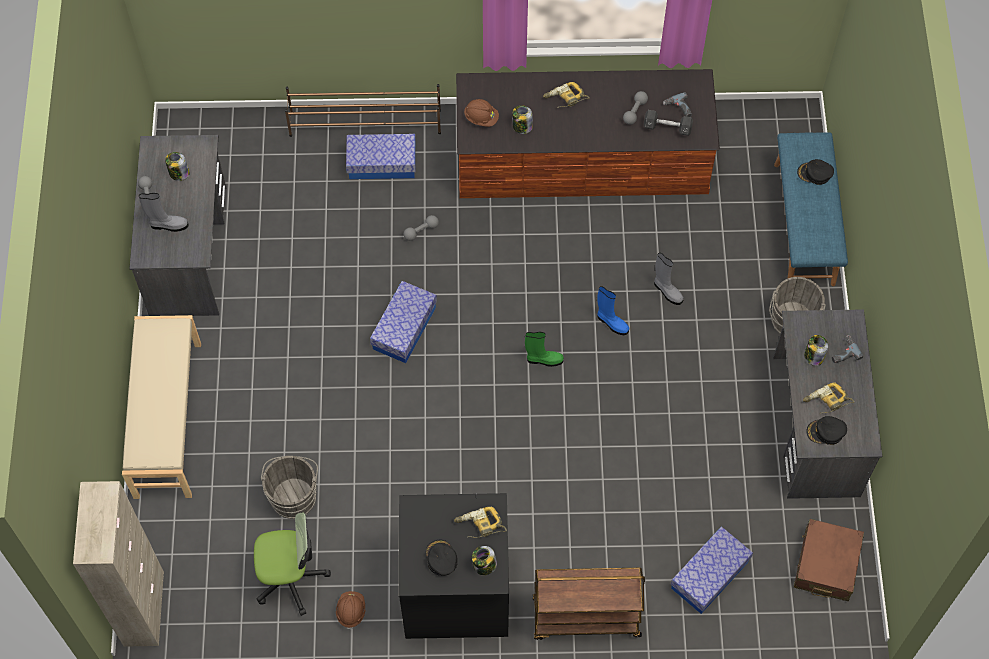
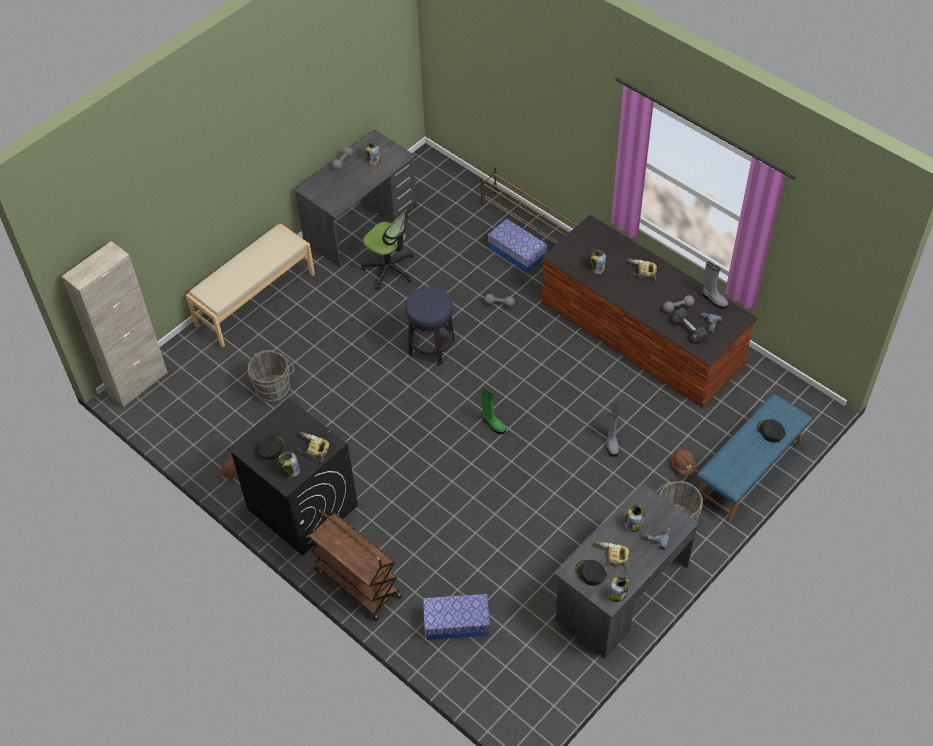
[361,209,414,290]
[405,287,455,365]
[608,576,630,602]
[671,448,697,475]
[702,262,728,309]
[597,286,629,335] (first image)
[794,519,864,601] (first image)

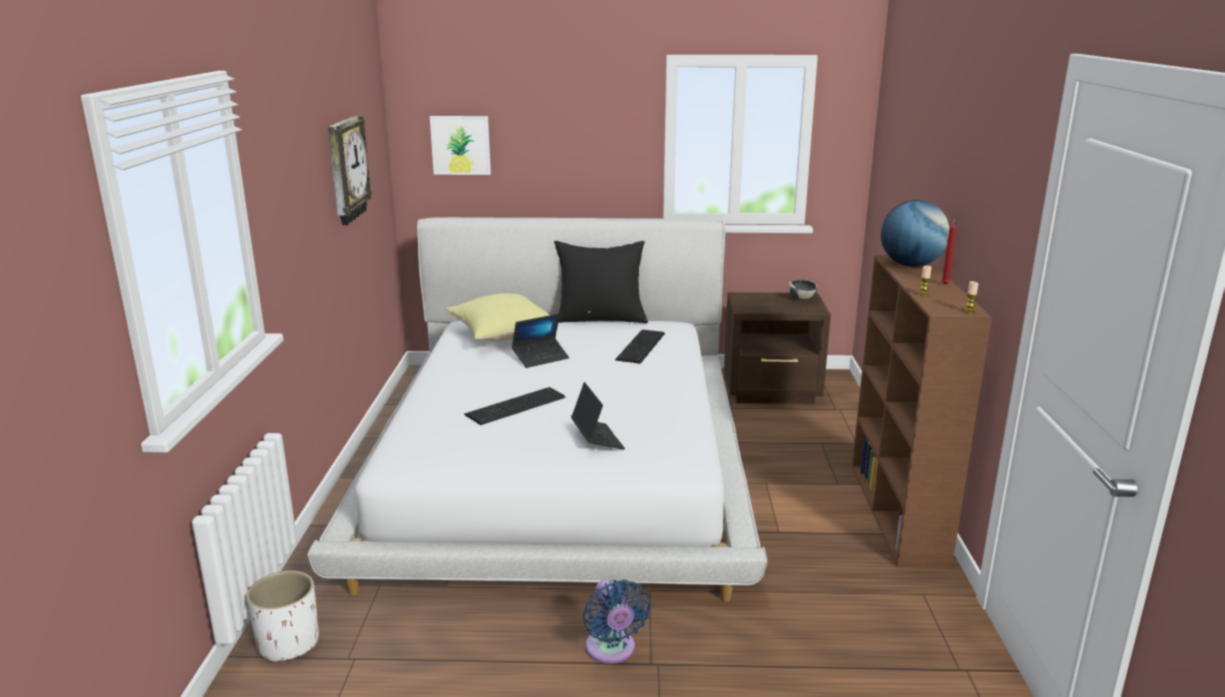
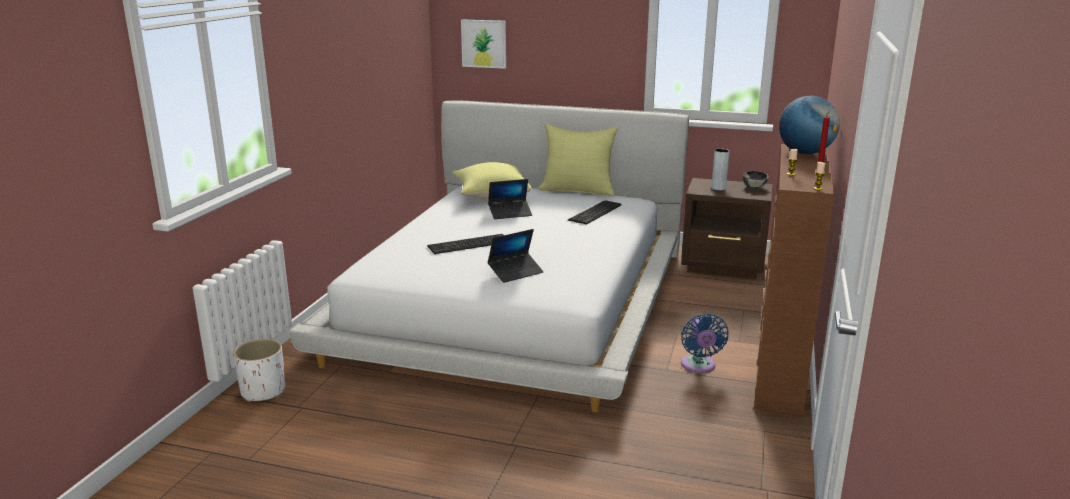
[487,229,544,283]
[538,123,618,197]
[681,313,729,373]
[712,149,730,190]
[328,116,372,225] (first image)

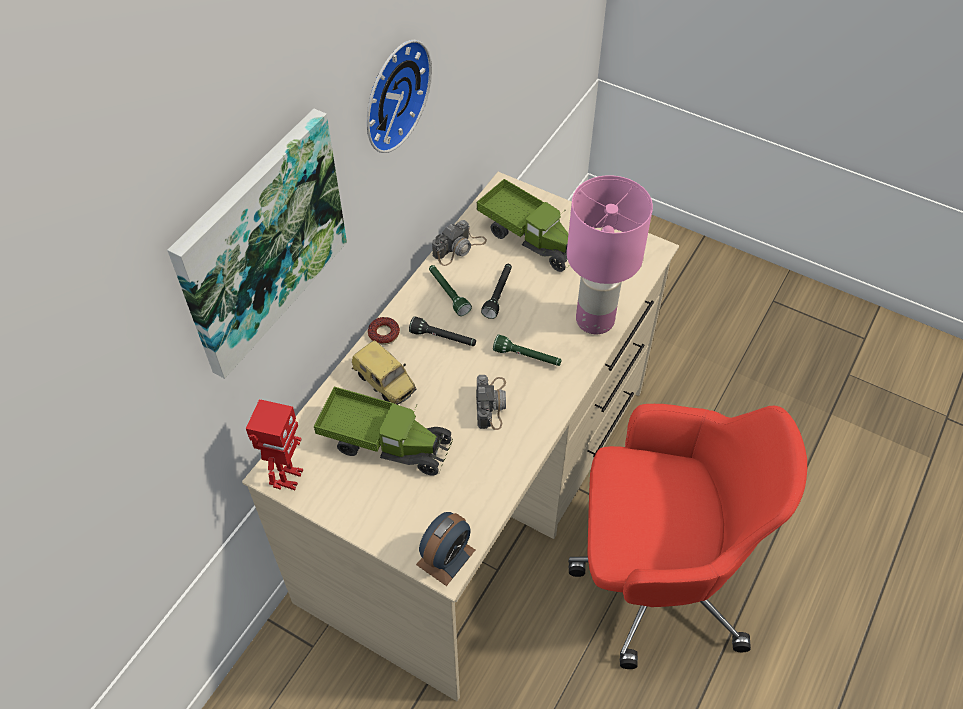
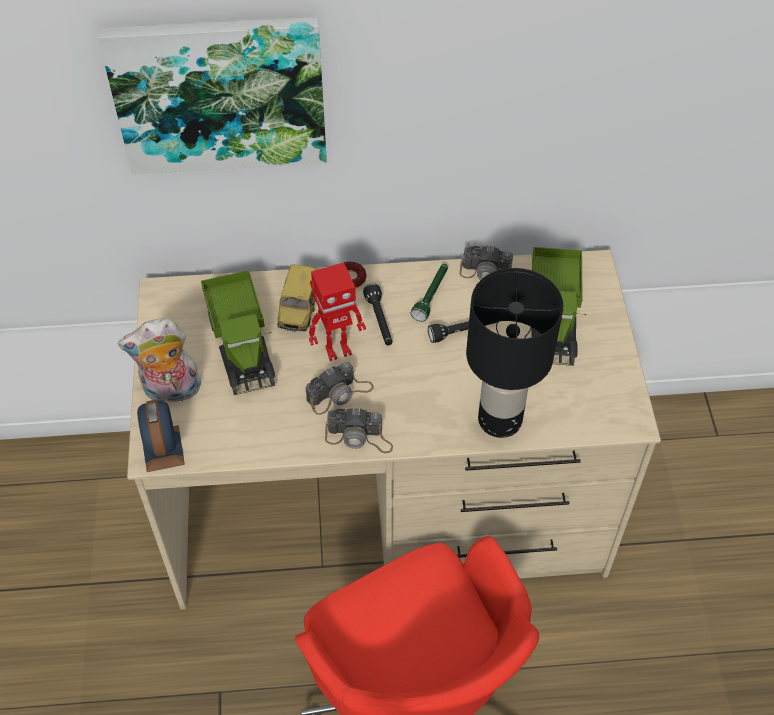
[118,318,201,402]
[137,400,185,472]
[309,262,366,361]
[325,407,393,453]
[466,268,563,438]
[367,40,432,153] (first image)
[493,335,562,366] (first image)

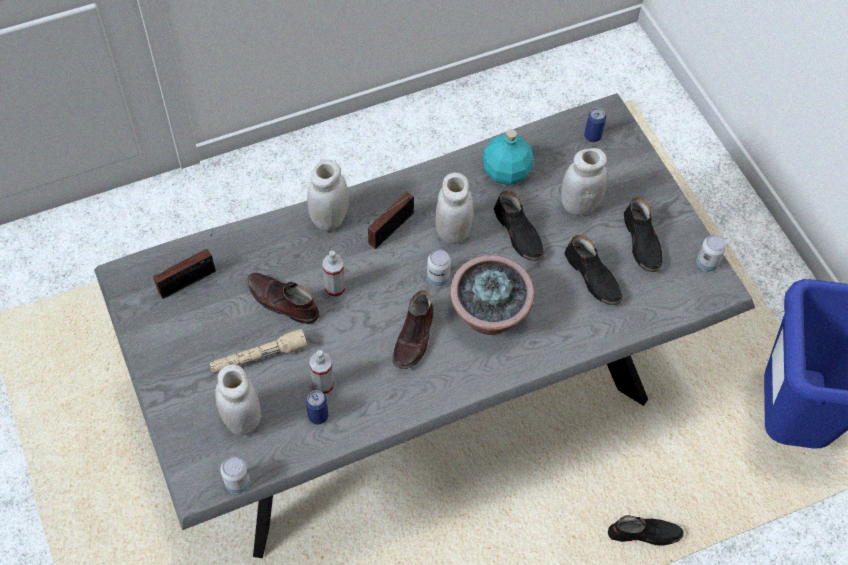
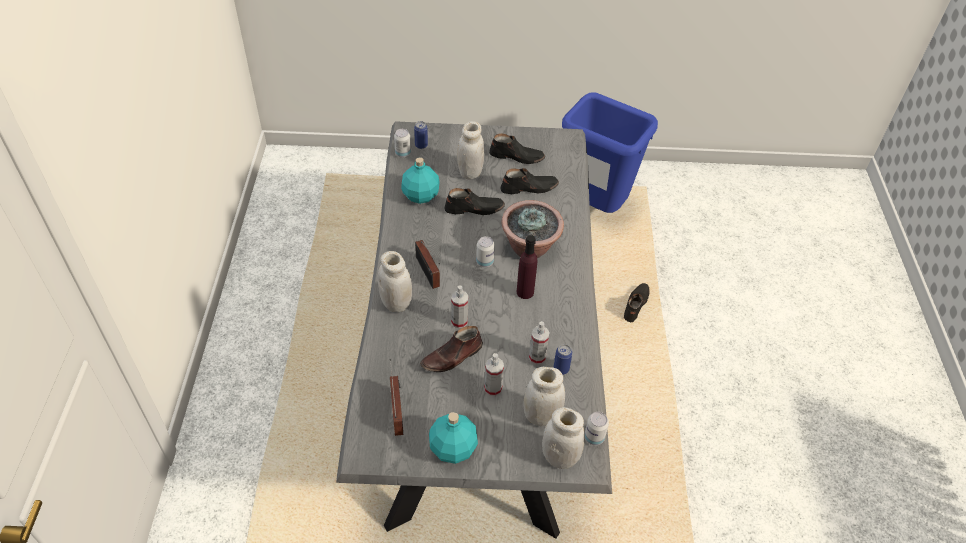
[394,129,411,158]
[429,412,478,464]
[484,353,504,396]
[517,235,537,299]
[542,407,585,469]

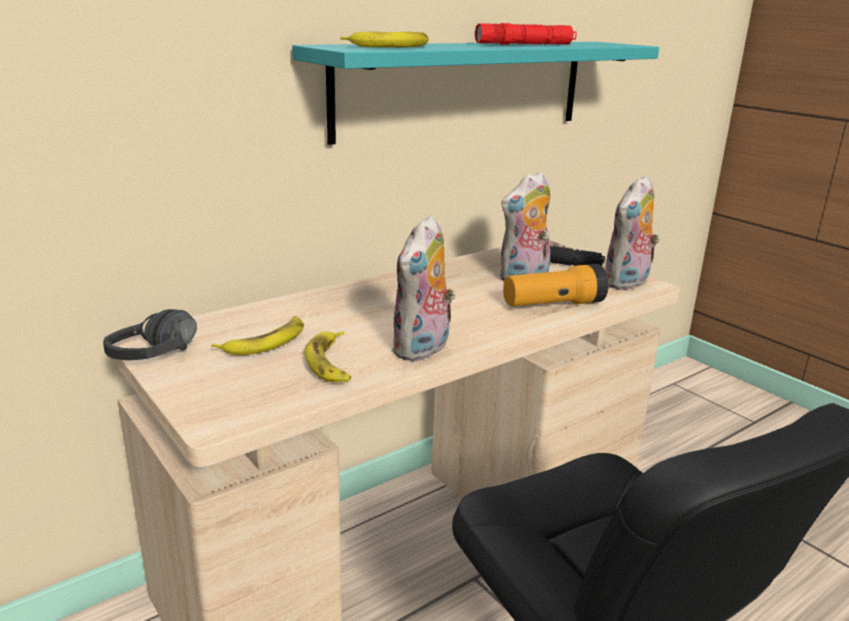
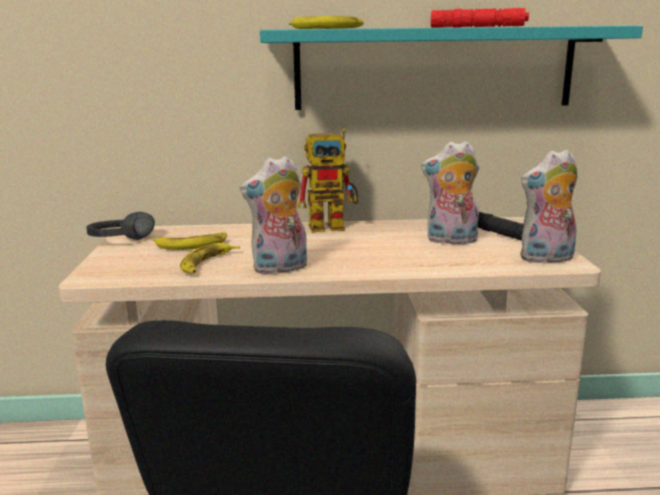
[297,128,359,232]
[503,264,609,306] (first image)

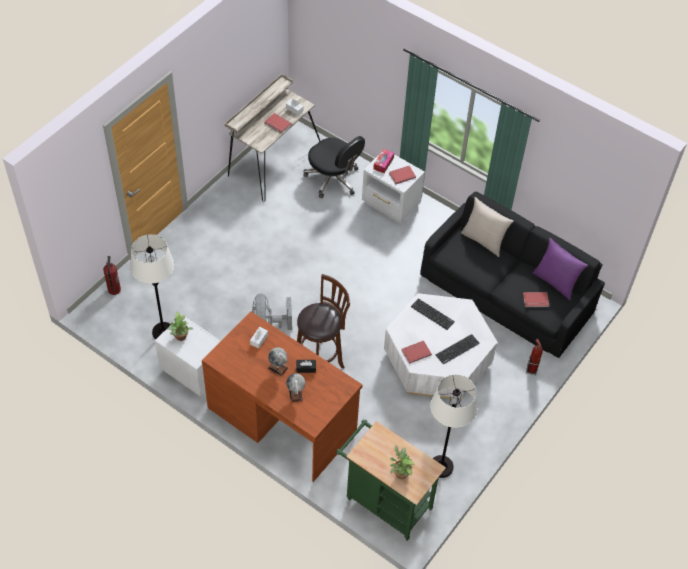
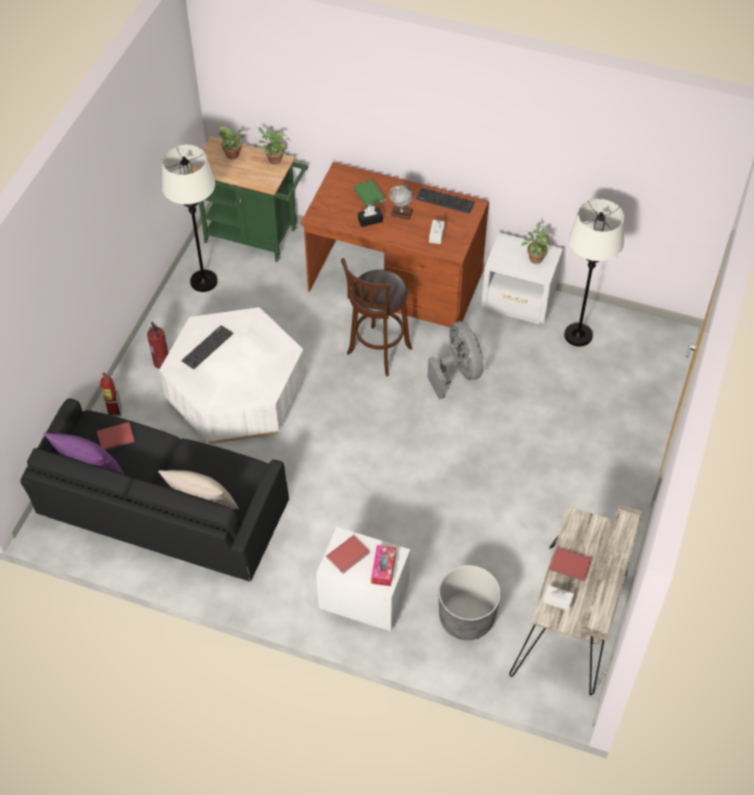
[147,322,168,369]
[258,127,286,165]
[353,179,386,208]
[416,188,475,213]
[439,565,501,640]
[401,341,432,364] (first image)

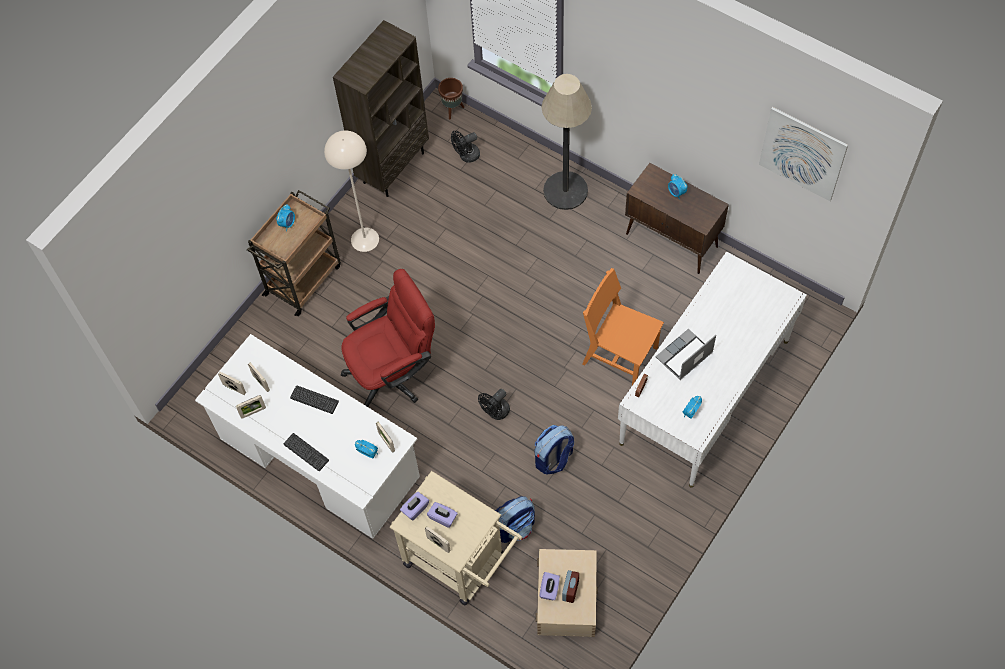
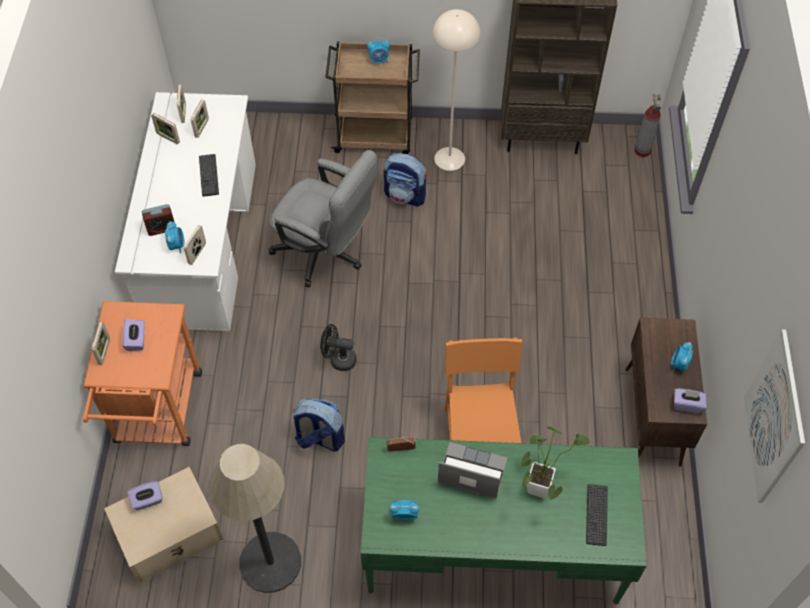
[83,301,202,446]
[142,204,176,236]
[209,444,301,593]
[269,150,378,287]
[361,437,647,605]
[384,153,427,207]
[520,426,590,500]
[586,484,608,546]
[634,94,661,157]
[674,389,707,414]
[451,130,480,163] (first image)

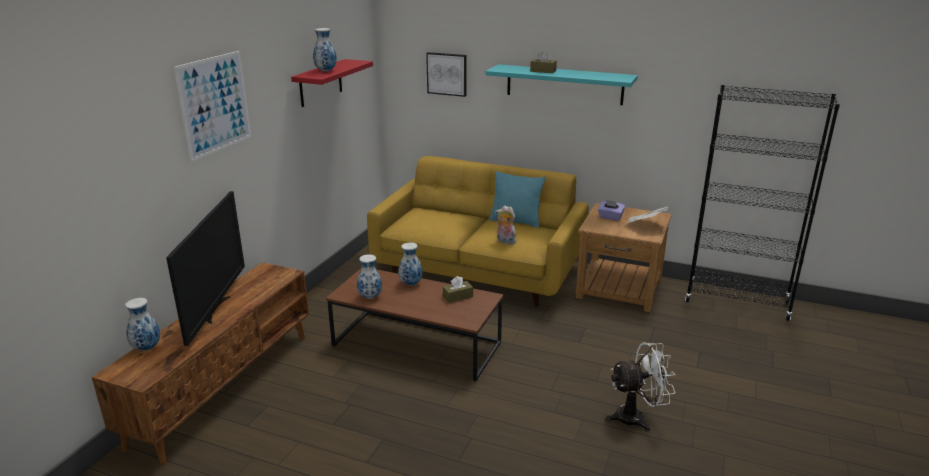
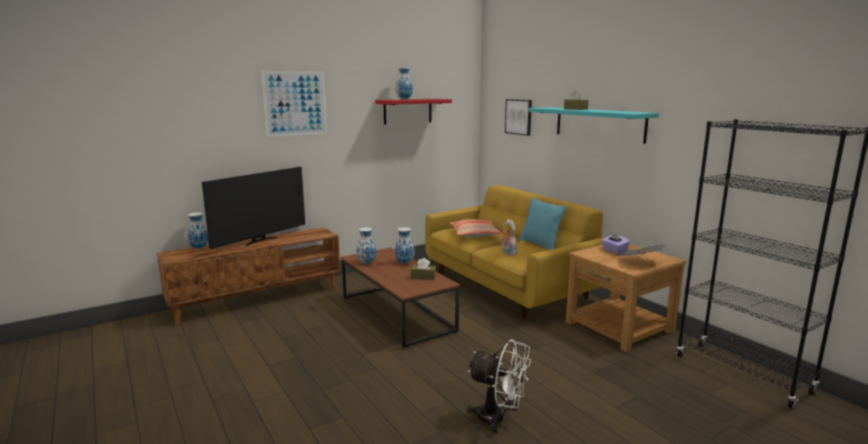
[450,219,502,237]

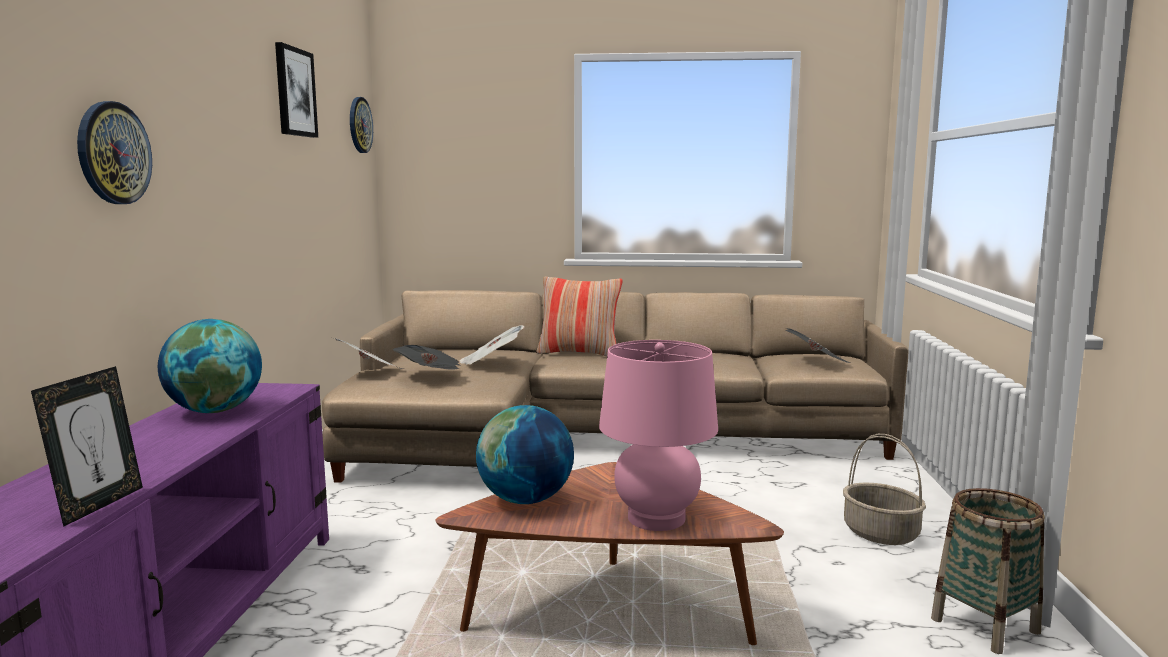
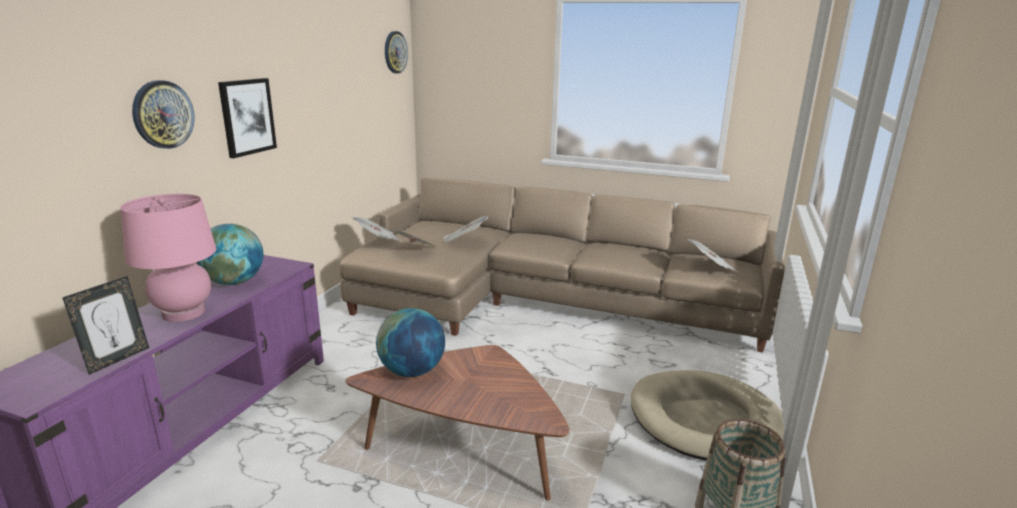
[120,194,216,322]
[218,78,277,158]
[631,370,785,461]
[537,277,623,356] (first image)

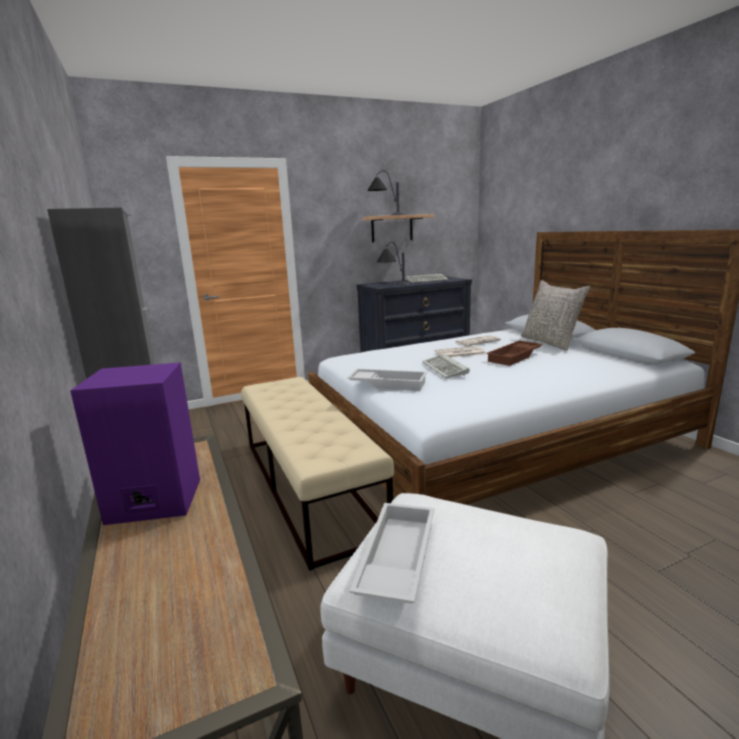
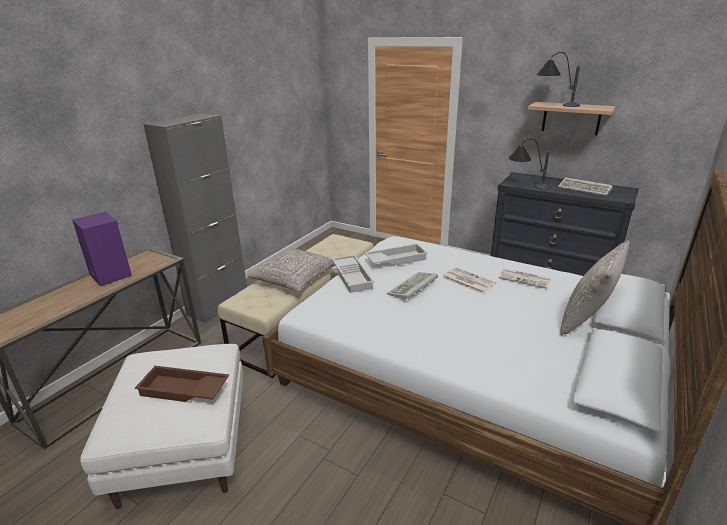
[135,366,229,402]
[248,248,335,292]
[365,243,428,266]

